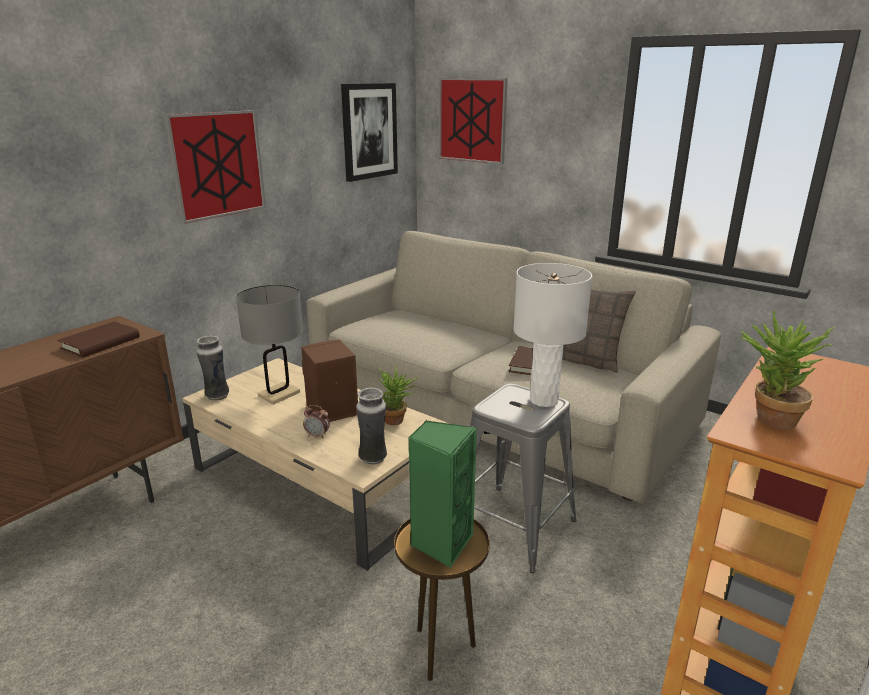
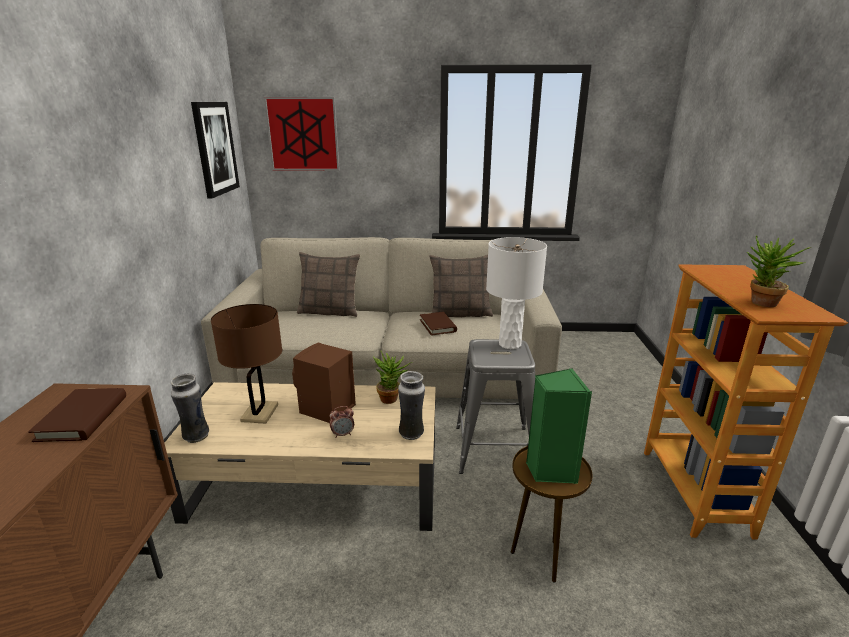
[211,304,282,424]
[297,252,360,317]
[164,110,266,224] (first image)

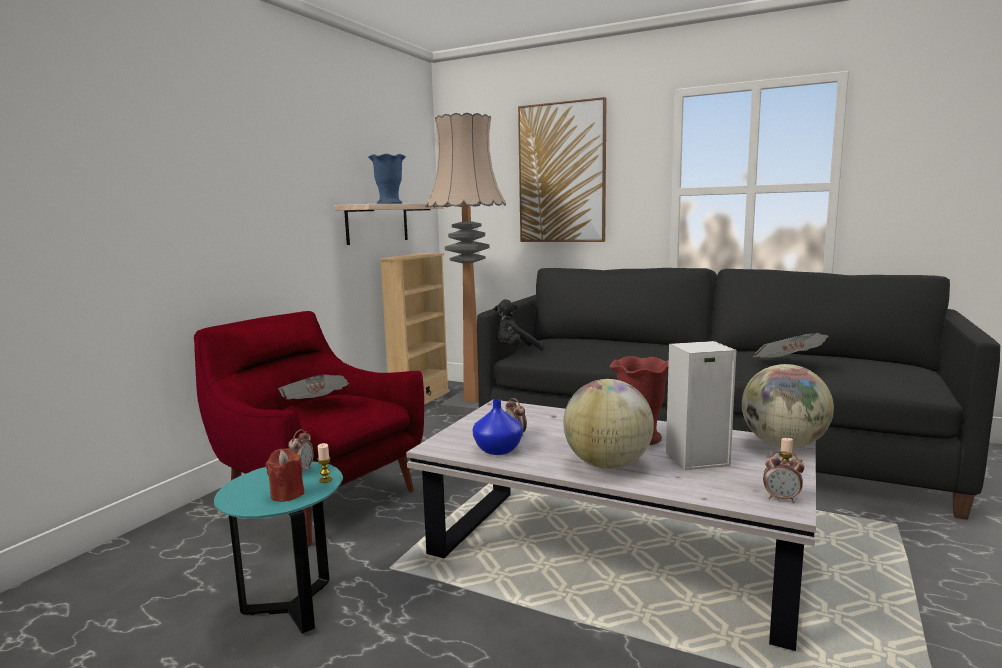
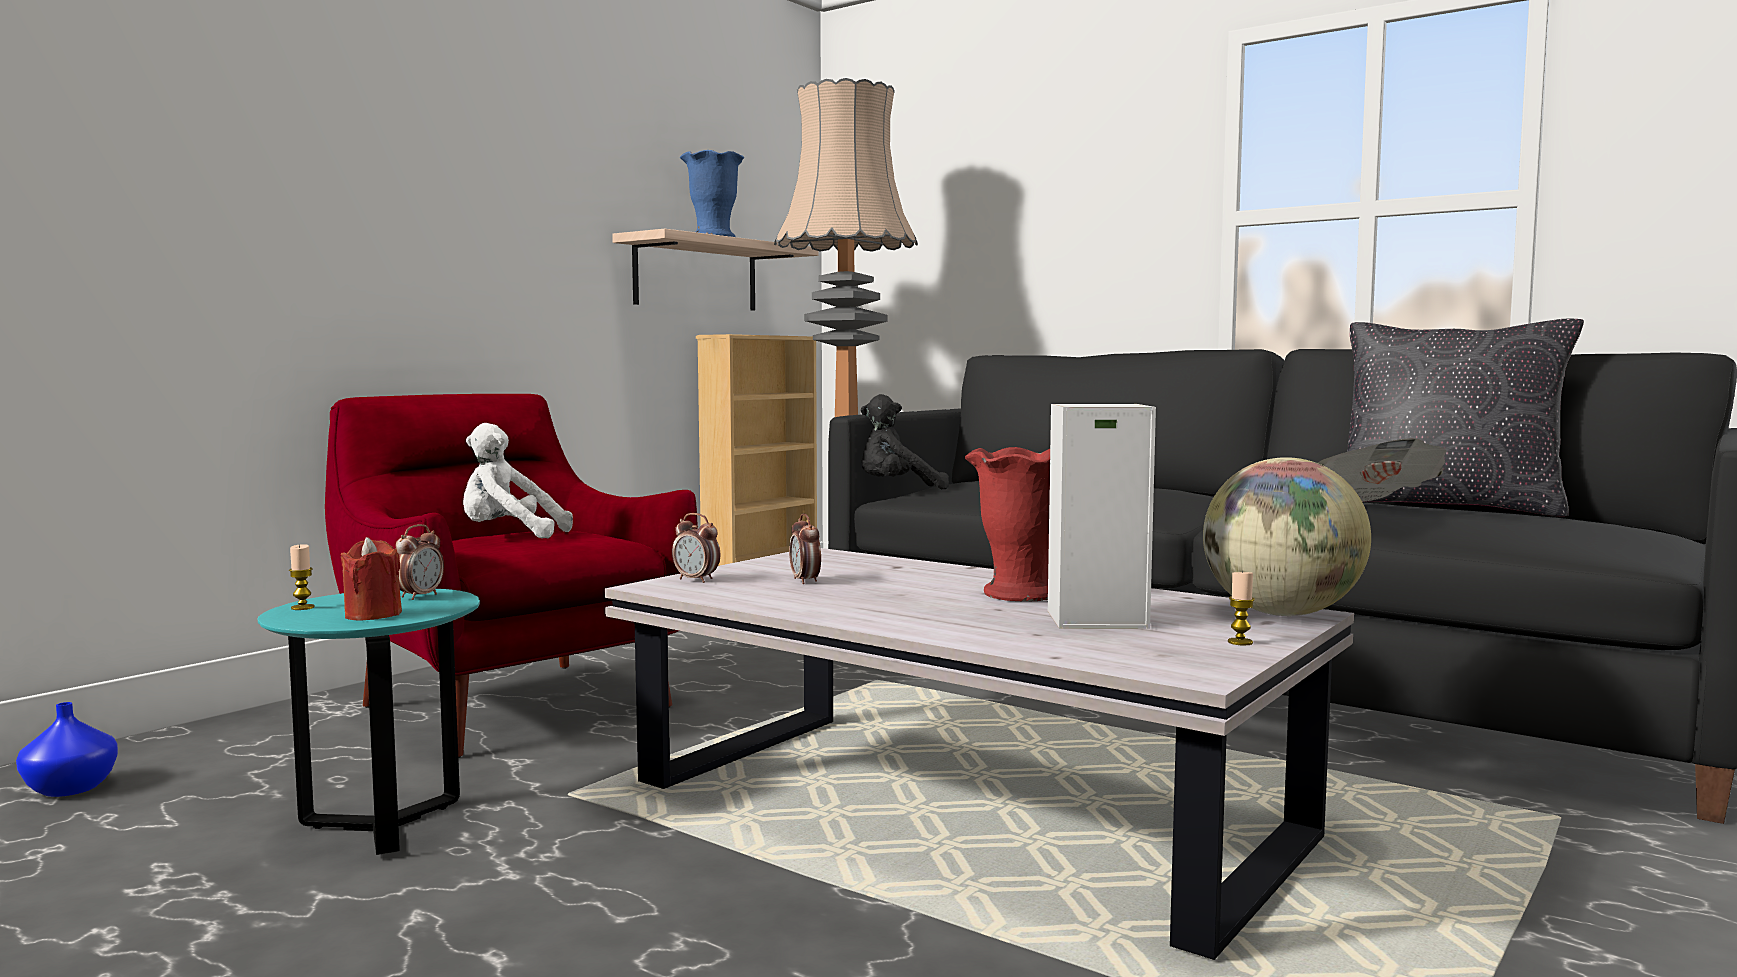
[16,702,118,797]
[289,544,314,610]
[463,423,573,538]
[672,513,720,583]
[1347,319,1584,516]
[518,97,607,242] (first image)
[563,379,654,469] (first image)

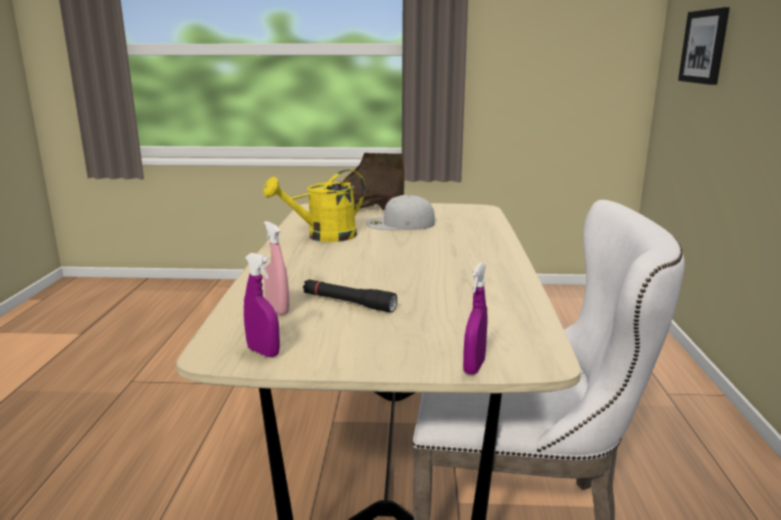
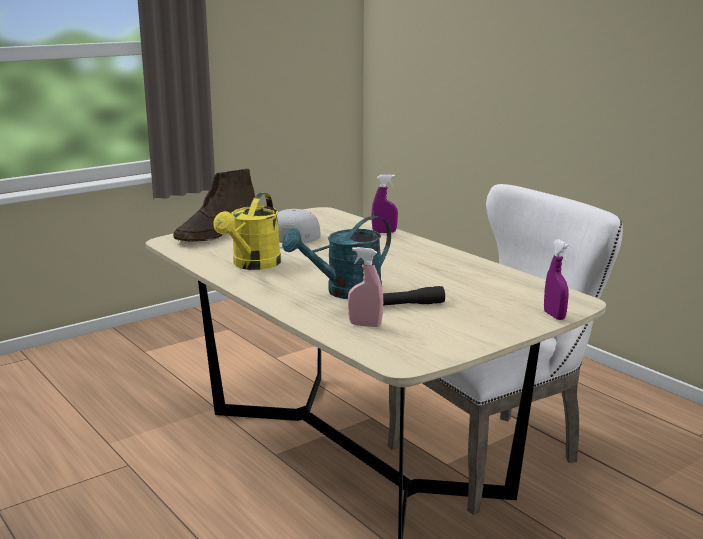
[282,216,391,299]
[371,174,398,233]
[678,7,730,85] (first image)

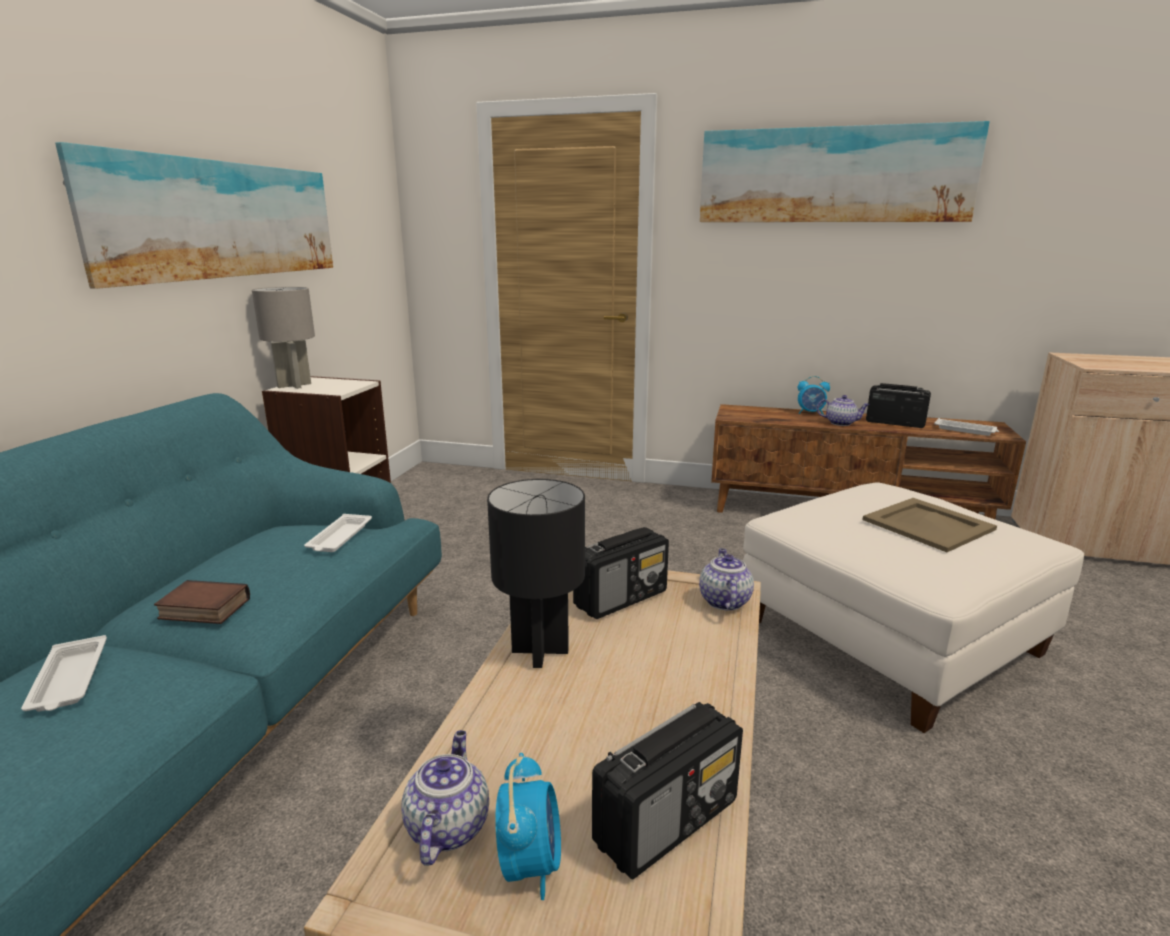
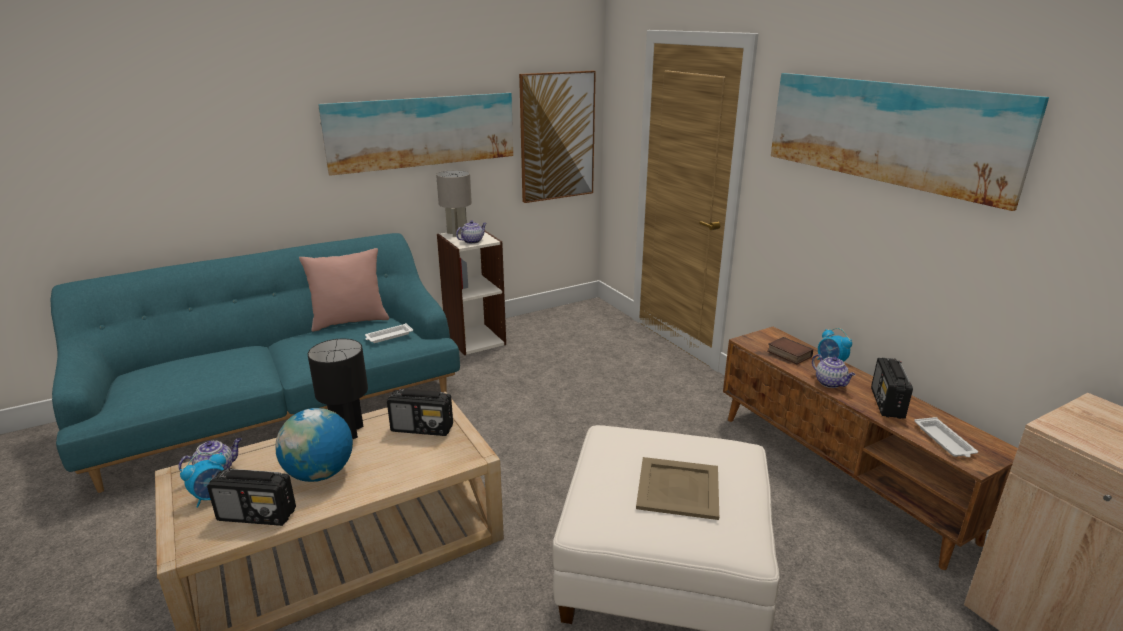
[275,408,353,482]
[299,248,389,332]
[456,220,487,244]
[519,71,596,203]
[767,337,813,364]
[871,357,913,419]
[21,635,107,712] (first image)

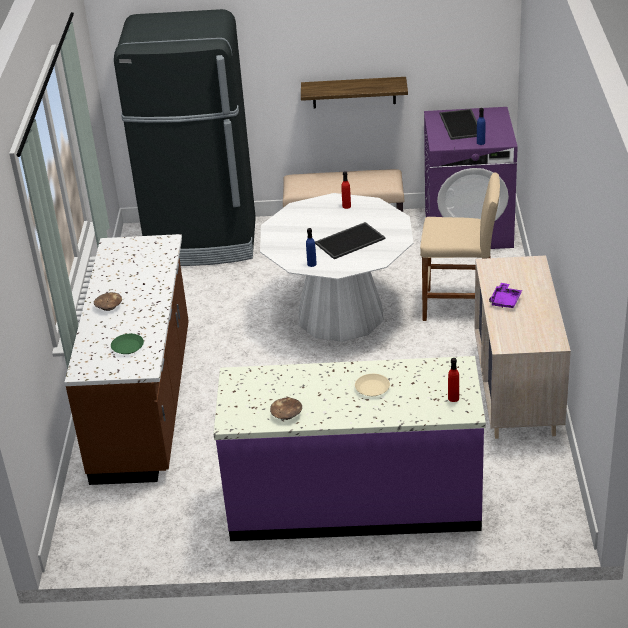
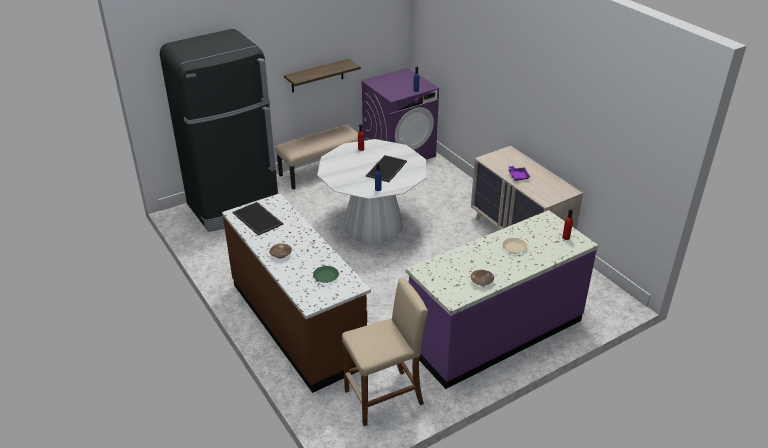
[233,202,283,236]
[342,277,428,426]

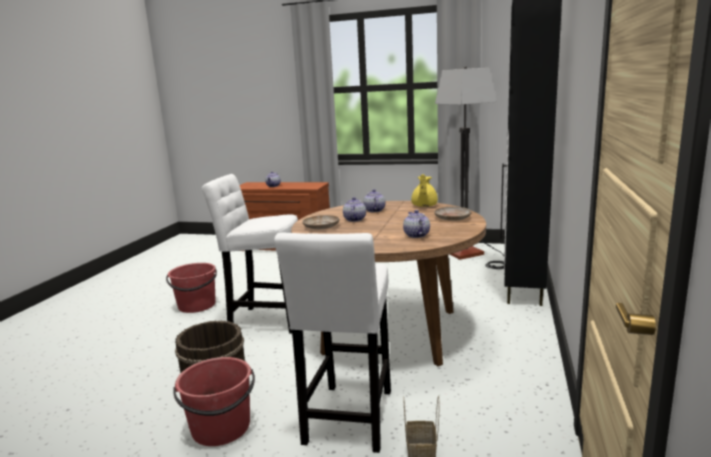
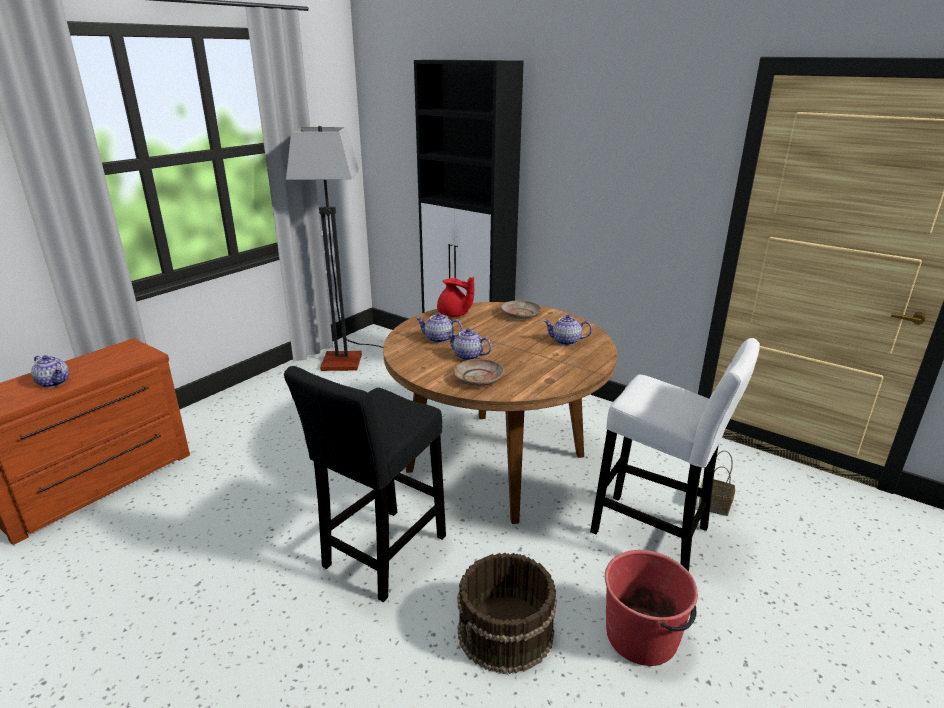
[284,366,446,602]
[437,277,474,317]
[166,263,217,313] (first image)

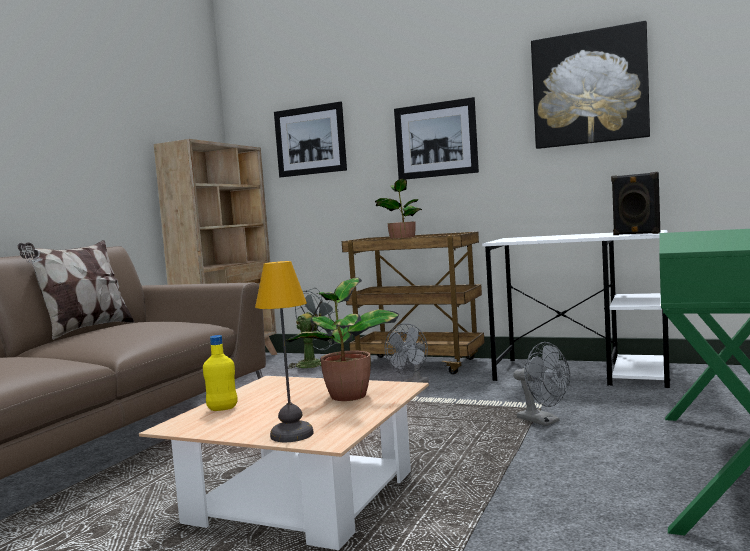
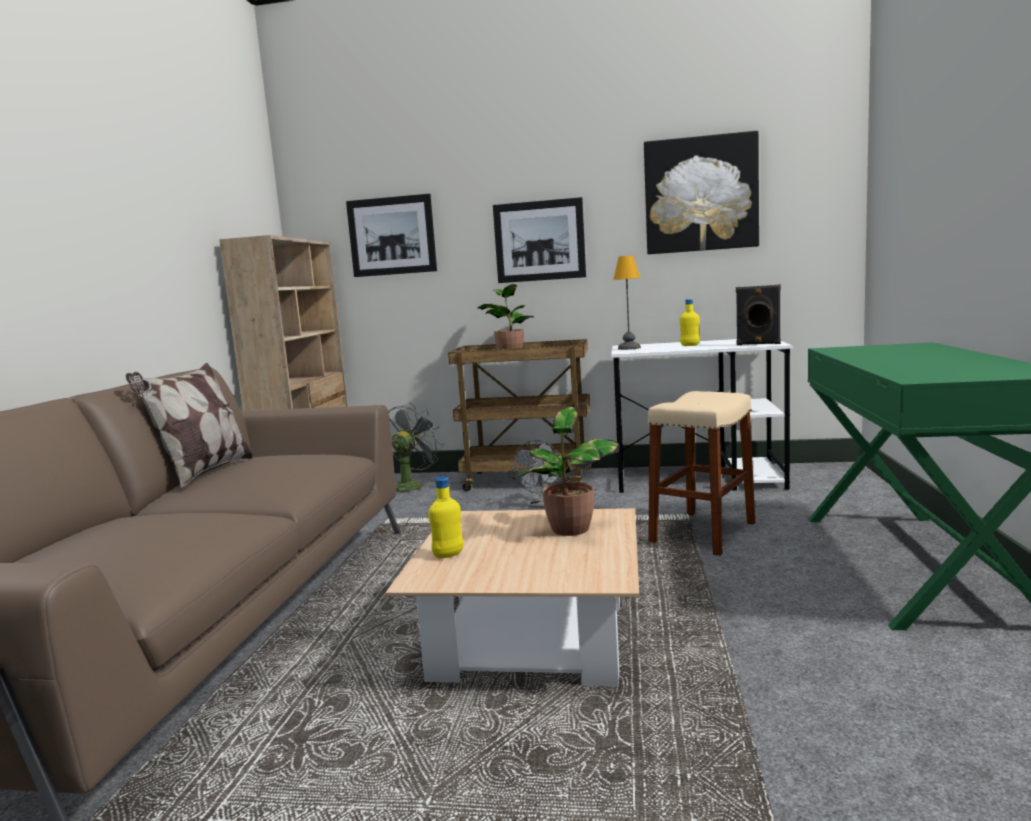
[613,256,641,350]
[648,391,755,556]
[680,299,700,346]

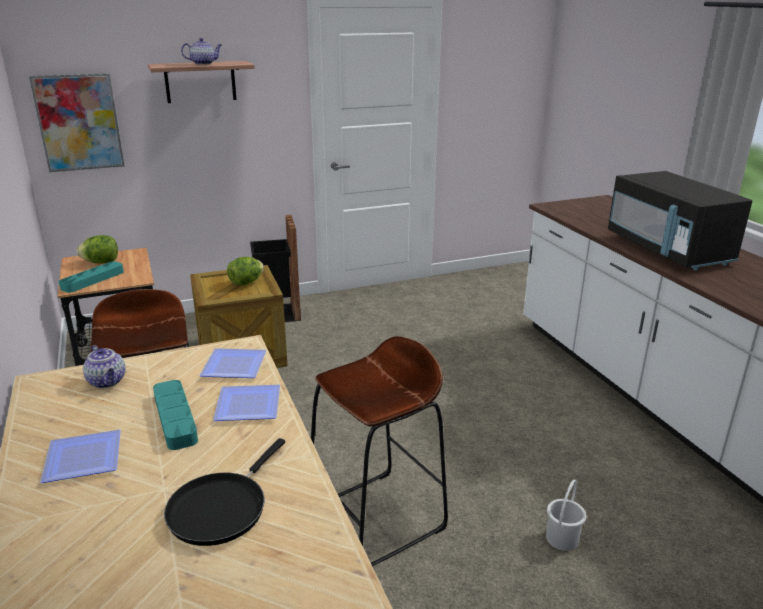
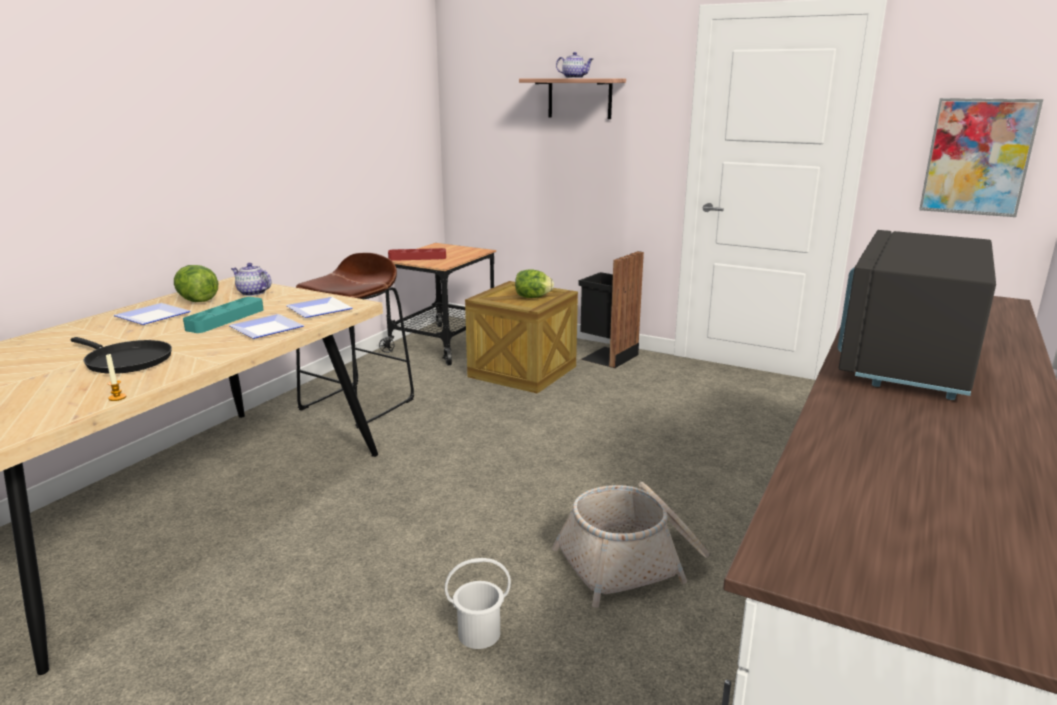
[71,337,172,374]
[106,354,126,401]
[174,265,218,302]
[231,263,271,296]
[388,248,446,261]
[552,482,709,608]
[919,98,1043,217]
[311,336,448,567] (first image)

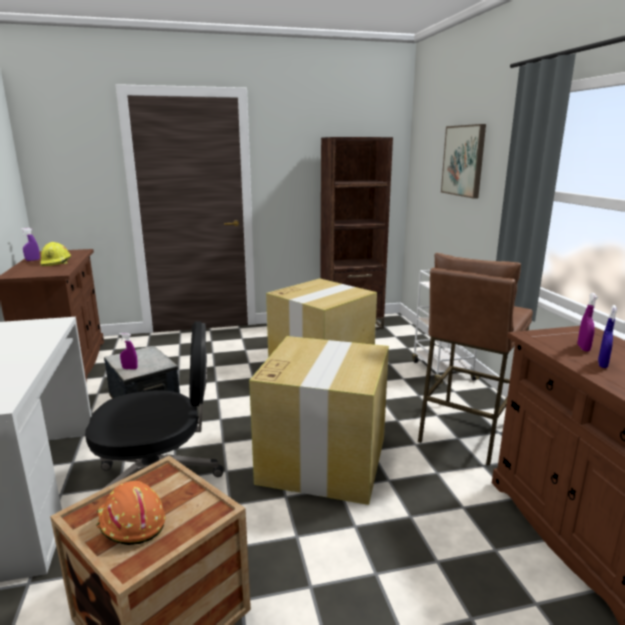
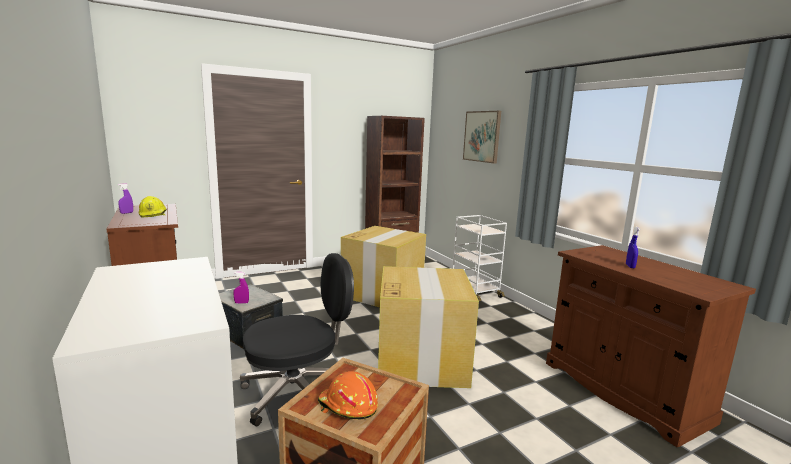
[418,253,533,466] (first image)
[578,293,598,351] (first image)

